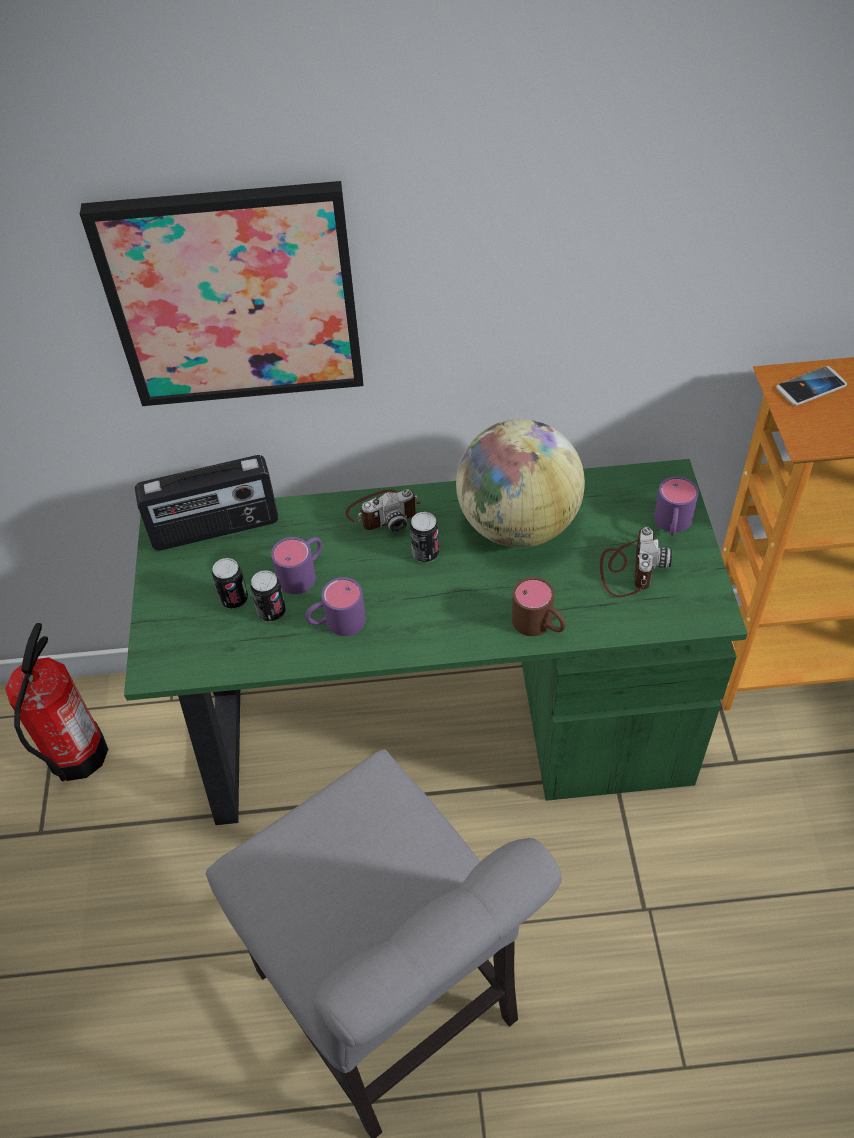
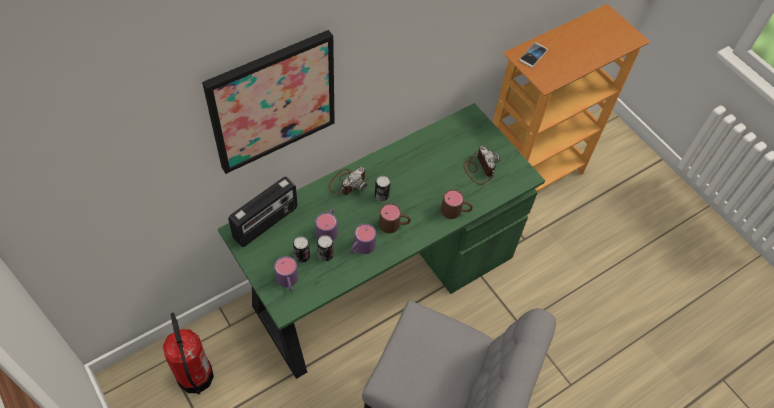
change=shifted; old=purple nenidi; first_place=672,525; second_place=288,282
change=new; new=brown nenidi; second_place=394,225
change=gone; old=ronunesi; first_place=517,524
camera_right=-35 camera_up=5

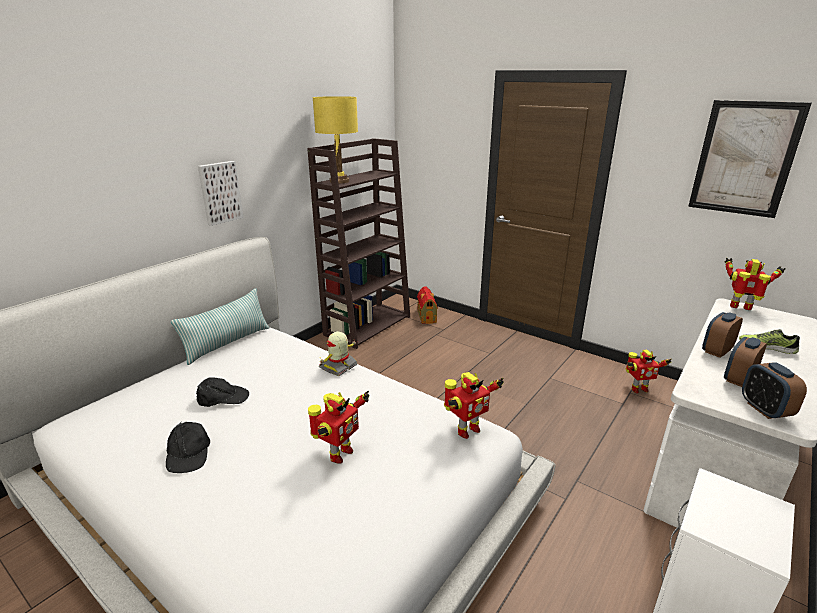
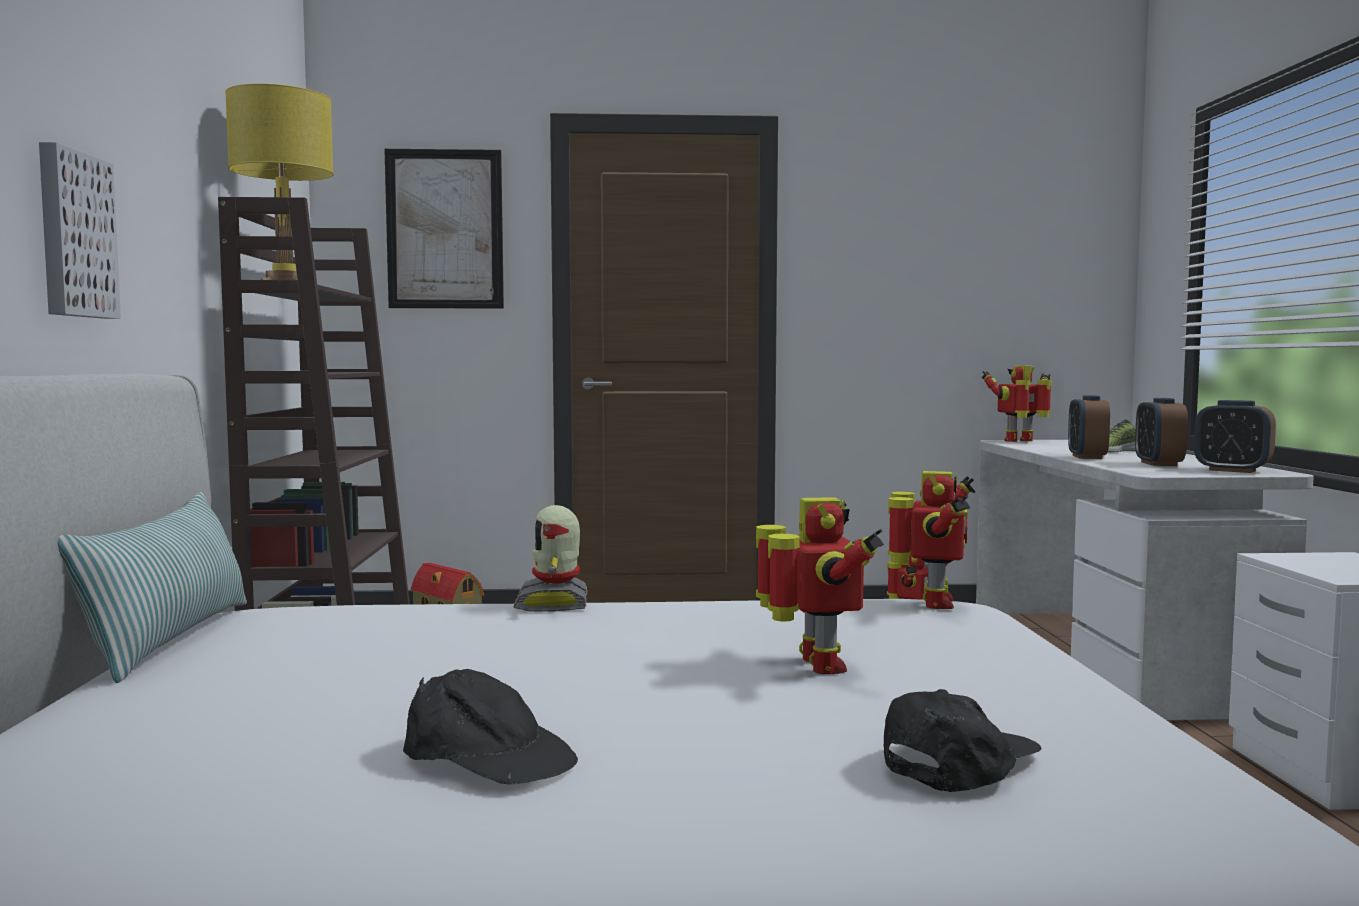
change=shifted; old=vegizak; first_place=744,159; second_place=445,229
change=shifted; old=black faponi; first_place=223,397; second_place=958,760
camera_right=-40 camera_up=-20

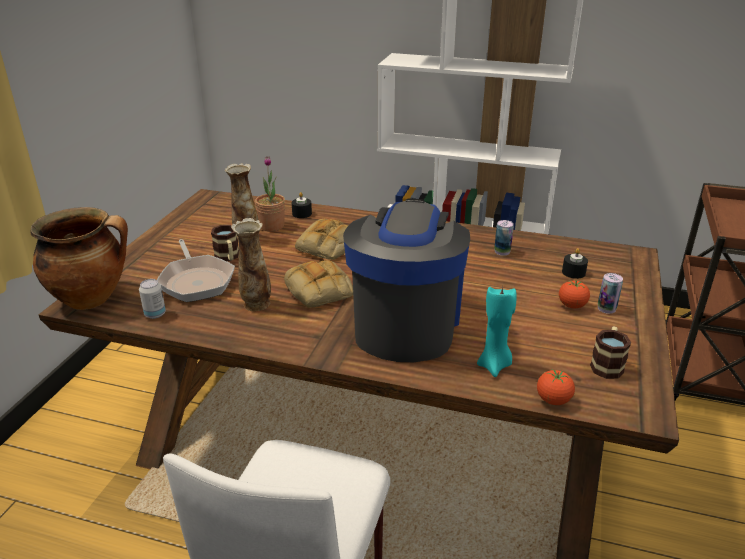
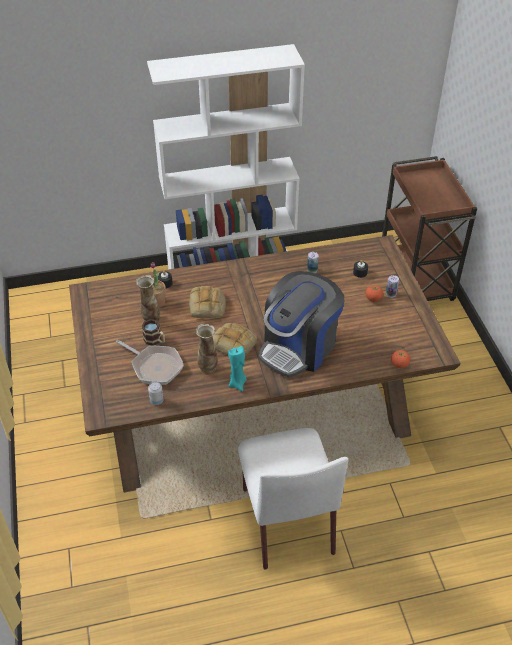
change=shifted; old=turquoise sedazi; first_place=494,365; second_place=238,383
change=rotated; old=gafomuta; first_place=406,323; second_place=299,347; degrees=-120
change=gone; old=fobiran; first_place=92,298
change=gone; old=nenidi; first_place=607,364
camera_right=-30 camera_up=15

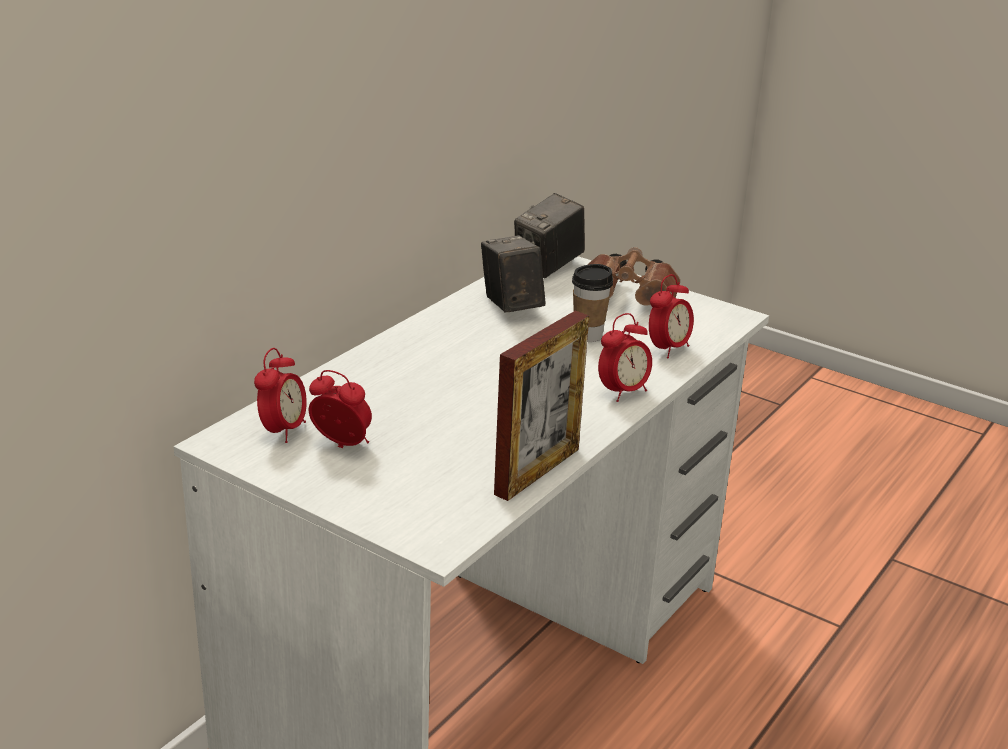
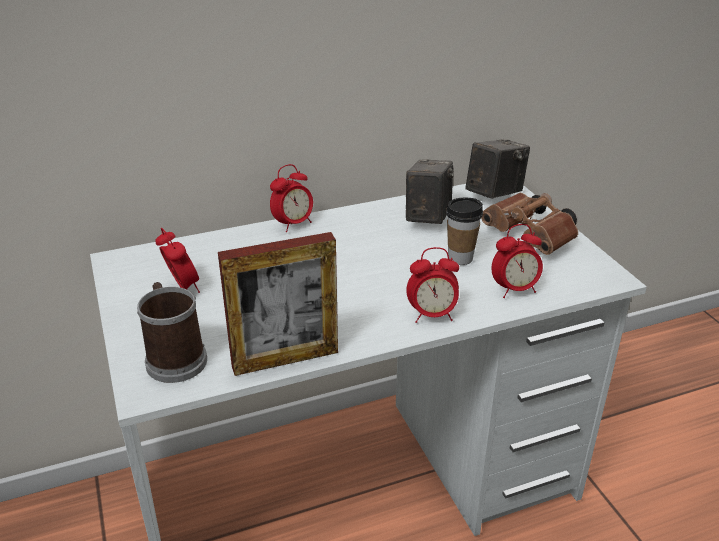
change=new; new=nenidi; second_place=174,357
change=shifted; old=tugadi; first_place=283,431; second_place=293,224
change=rotated; old=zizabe; first_place=548,267; second_place=494,193; degrees=150
camera_right=35 camera_up=5

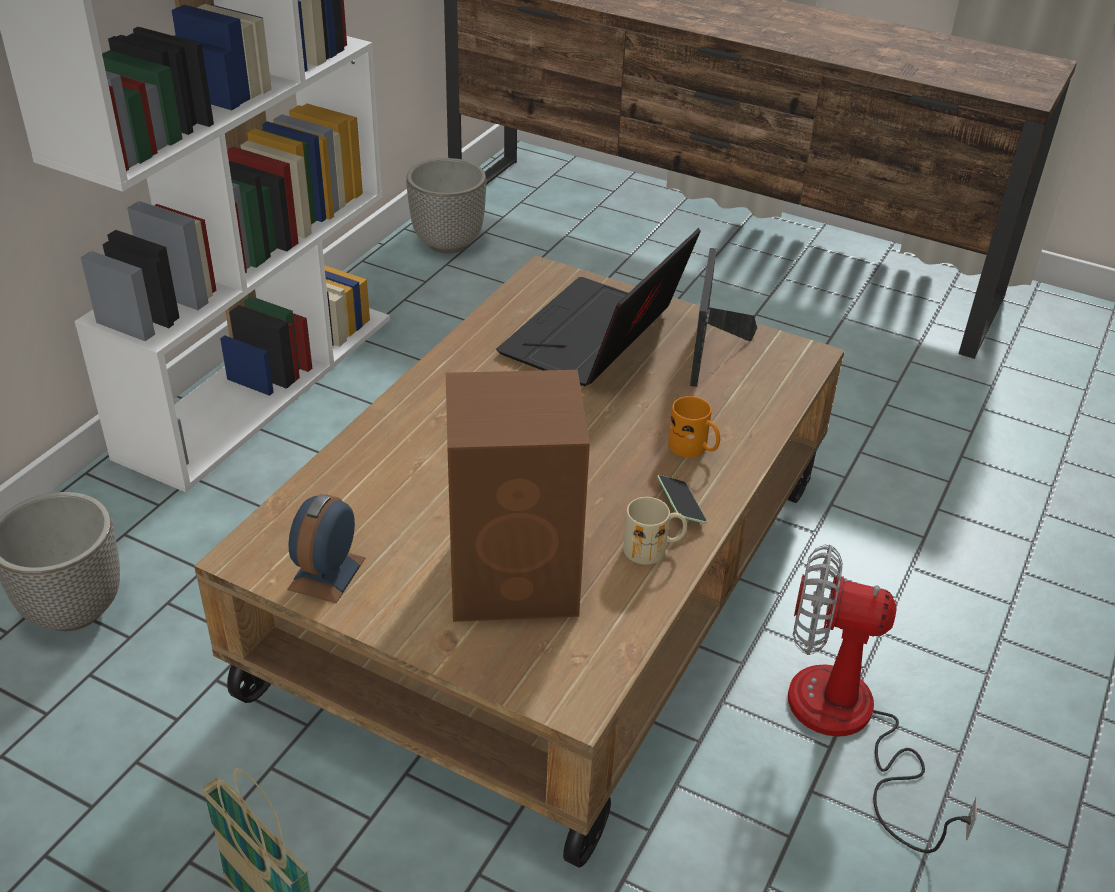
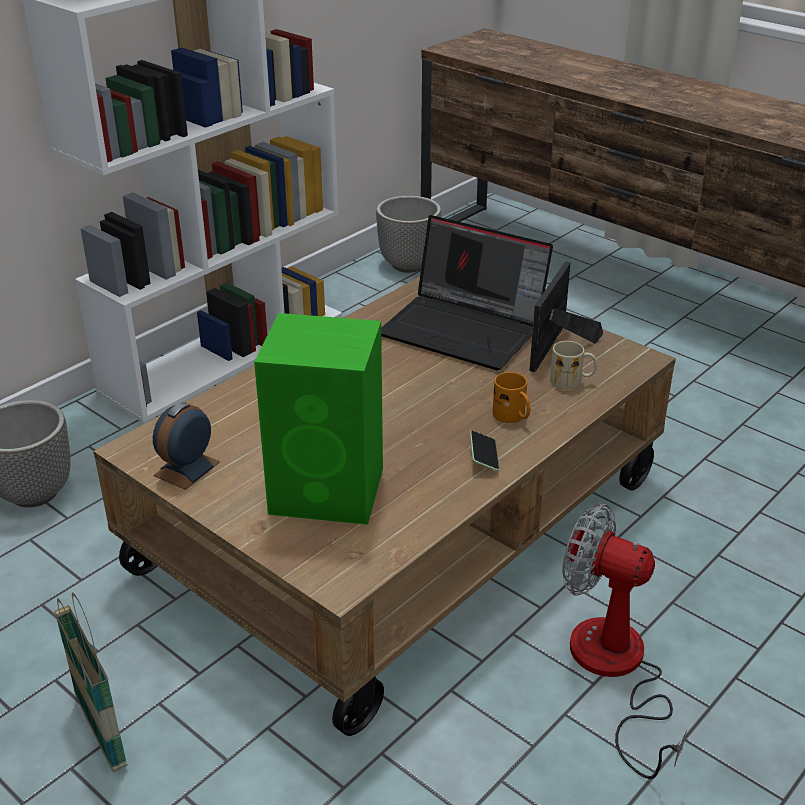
change=repainted; old=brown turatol; new=green turatol; first_place=517,578; second_place=330,491
change=rotated; old=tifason; first_place=595,339; second_place=465,329; degrees=-105
change=shifted; old=beige nenidi; first_place=653,549; second_place=572,381
camera_right=15 camera_up=-5

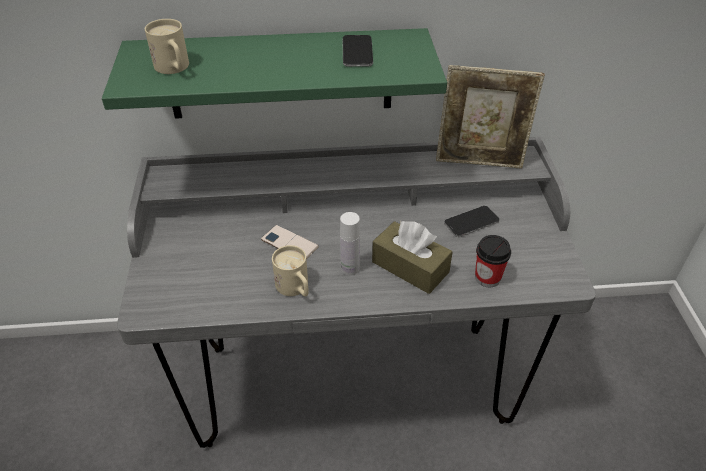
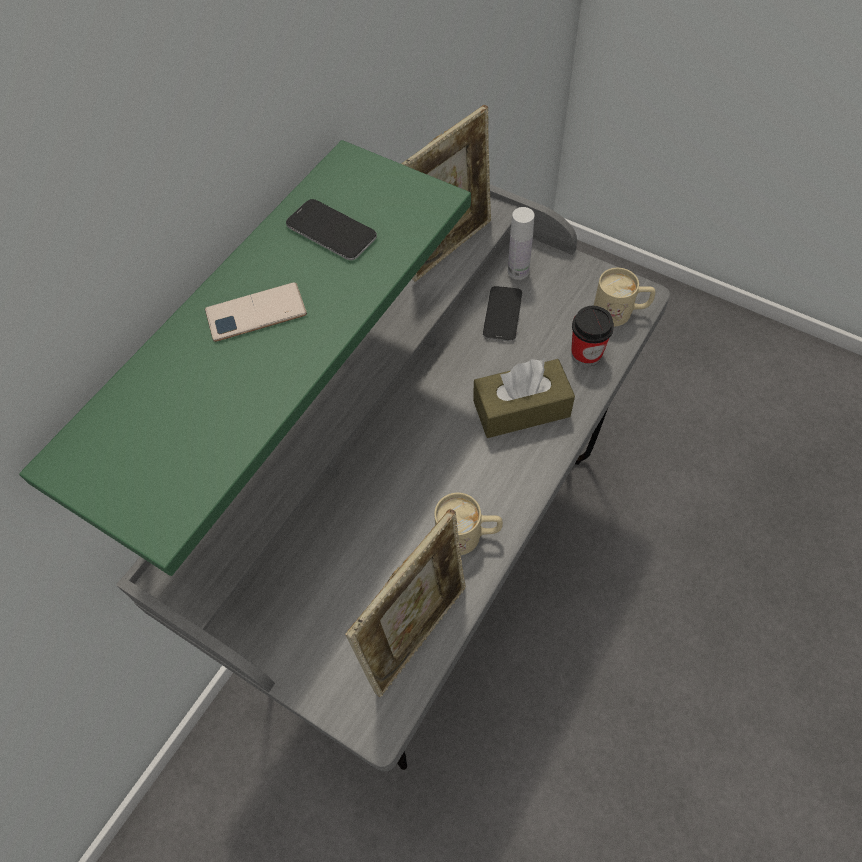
change=shifted; old=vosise; first_place=289,243; second_place=256,312
change=new; new=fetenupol; second_place=418,634
change=shifted; old=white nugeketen; first_place=350,268; second_place=518,271
change=shifted; old=beige nenidi; first_place=174,69; second_place=620,312
camera_right=-50 camera_up=15

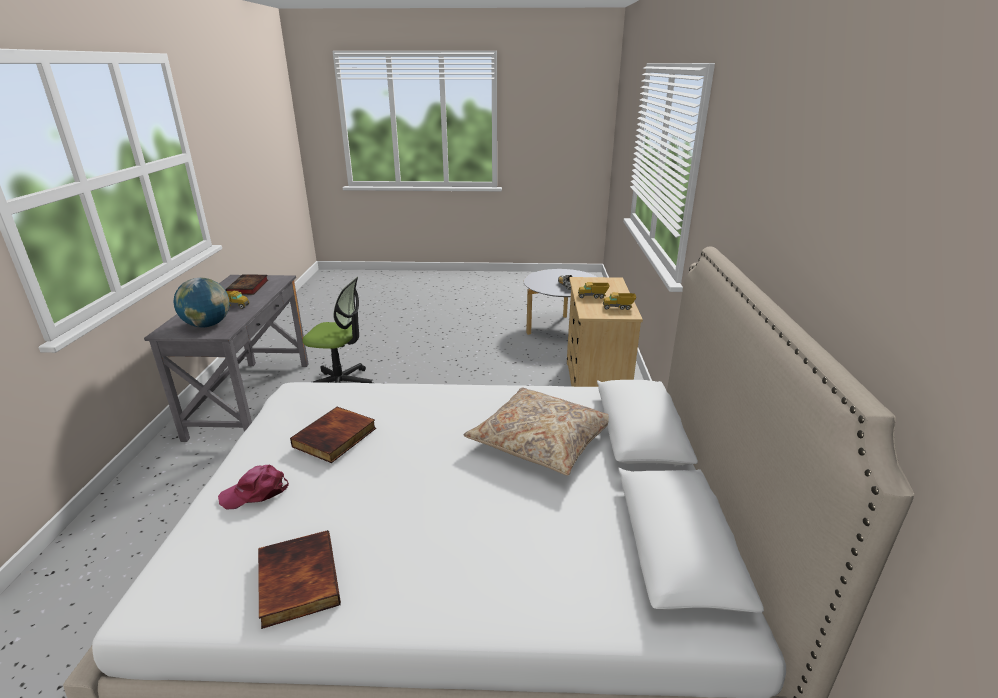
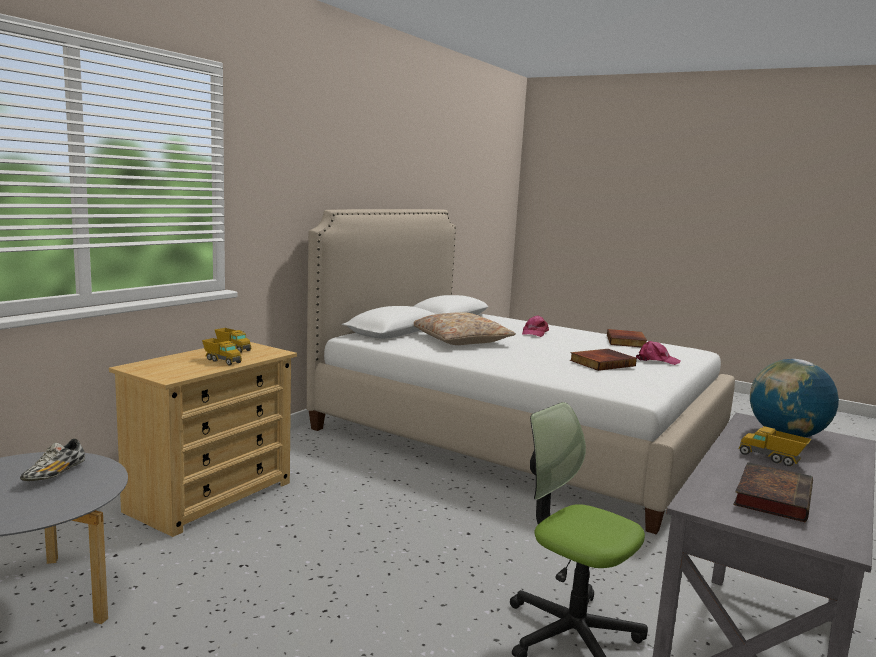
change=new; new=pink faponi; second_place=534,333
camera_right=-150 camera_up=-15

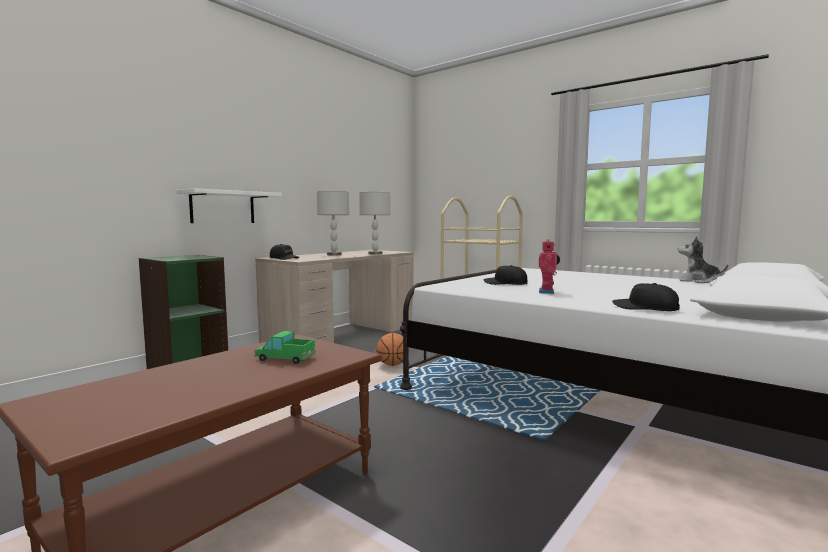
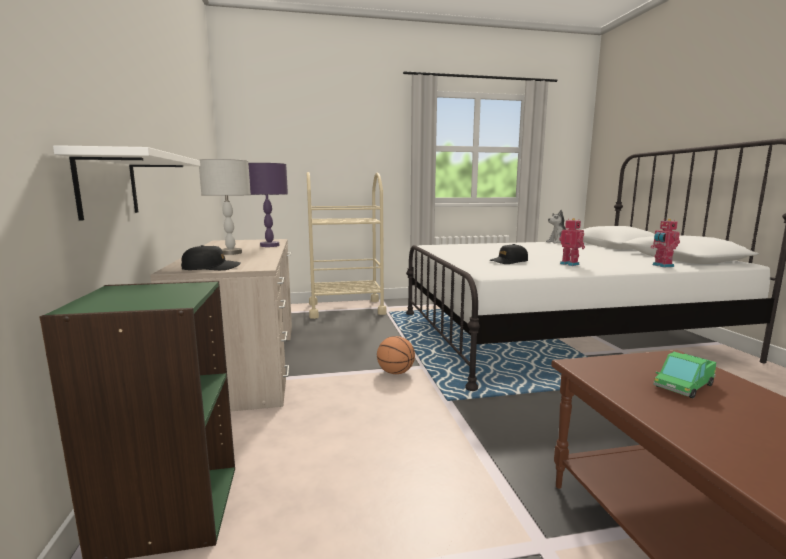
change=repainted; old=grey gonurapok; new=purple gonurapok; first_place=375,254; second_place=269,246
change=swapped; old=black faponi; new=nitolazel; first_place=645,308; second_place=662,266
camera_right=-50 camera_up=5

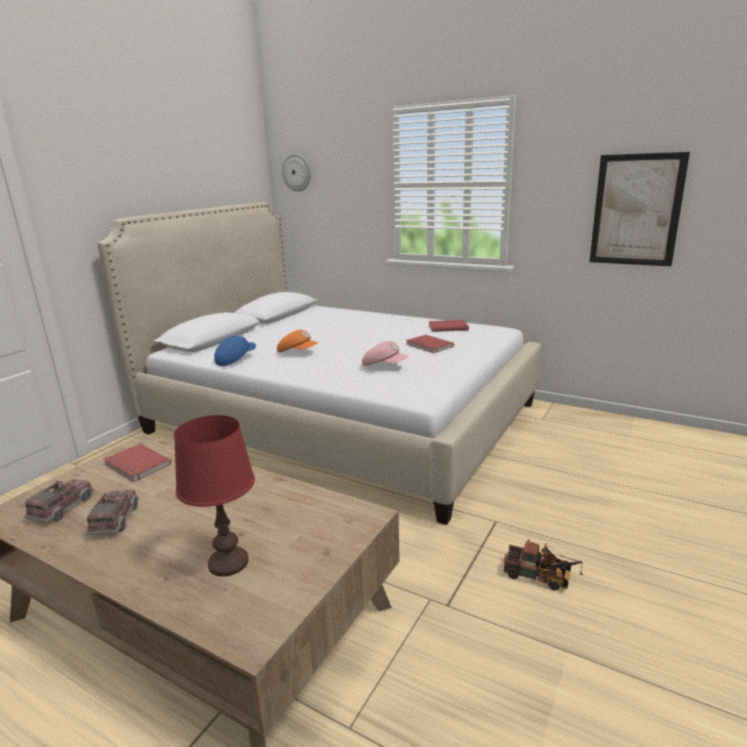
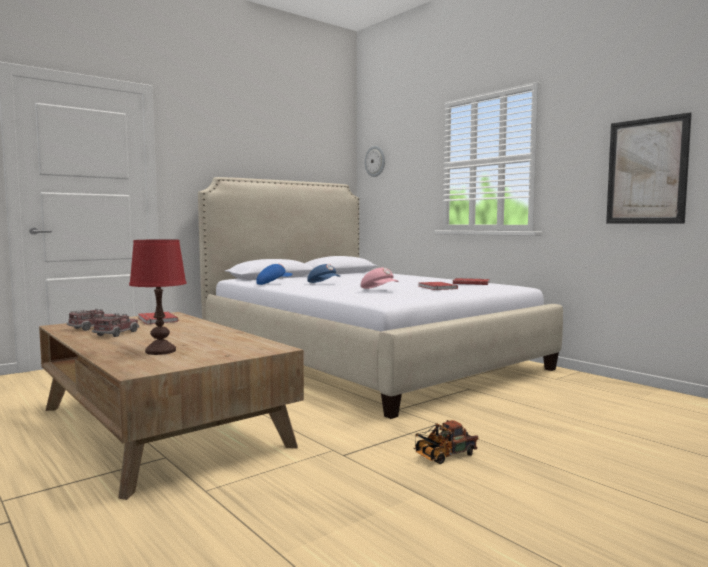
change=repainted; old=orange faponi; new=blue faponi; first_place=298,352; second_place=324,283
change=rotated; old=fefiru; first_place=541,577; second_place=442,456; degrees=105
camera_right=20 camera_up=-15

